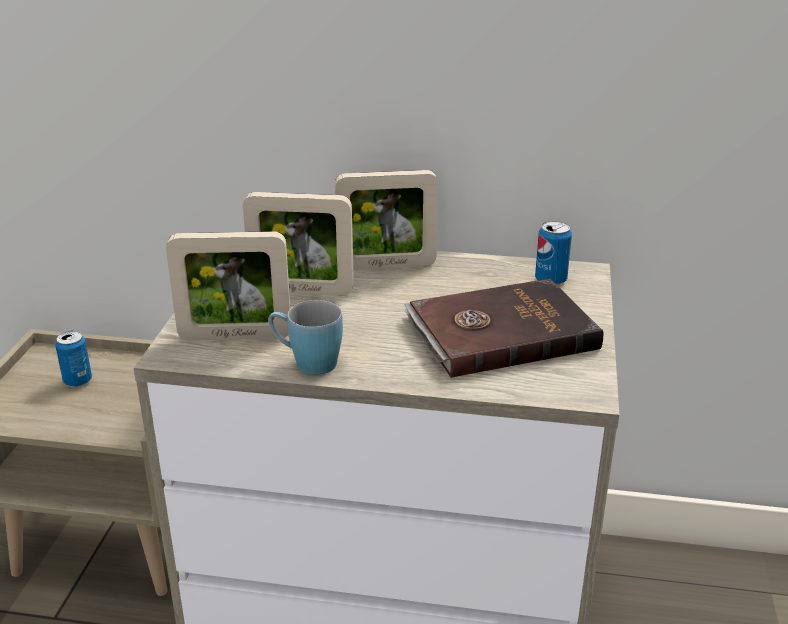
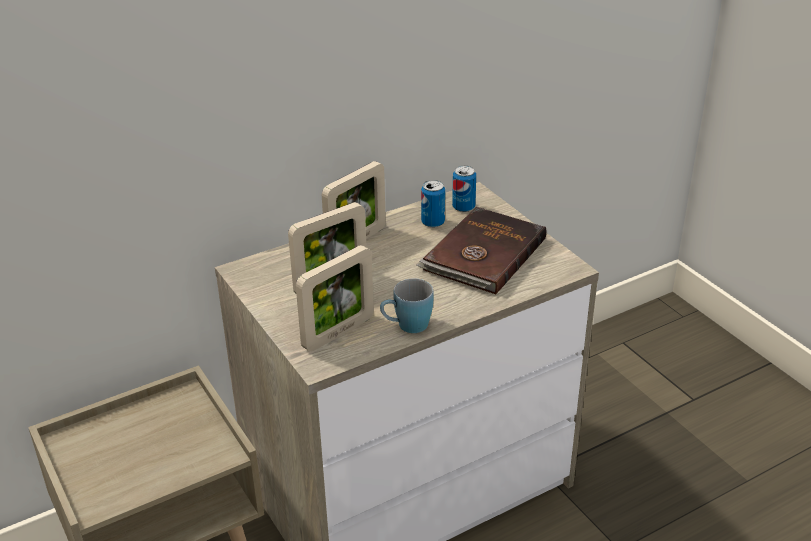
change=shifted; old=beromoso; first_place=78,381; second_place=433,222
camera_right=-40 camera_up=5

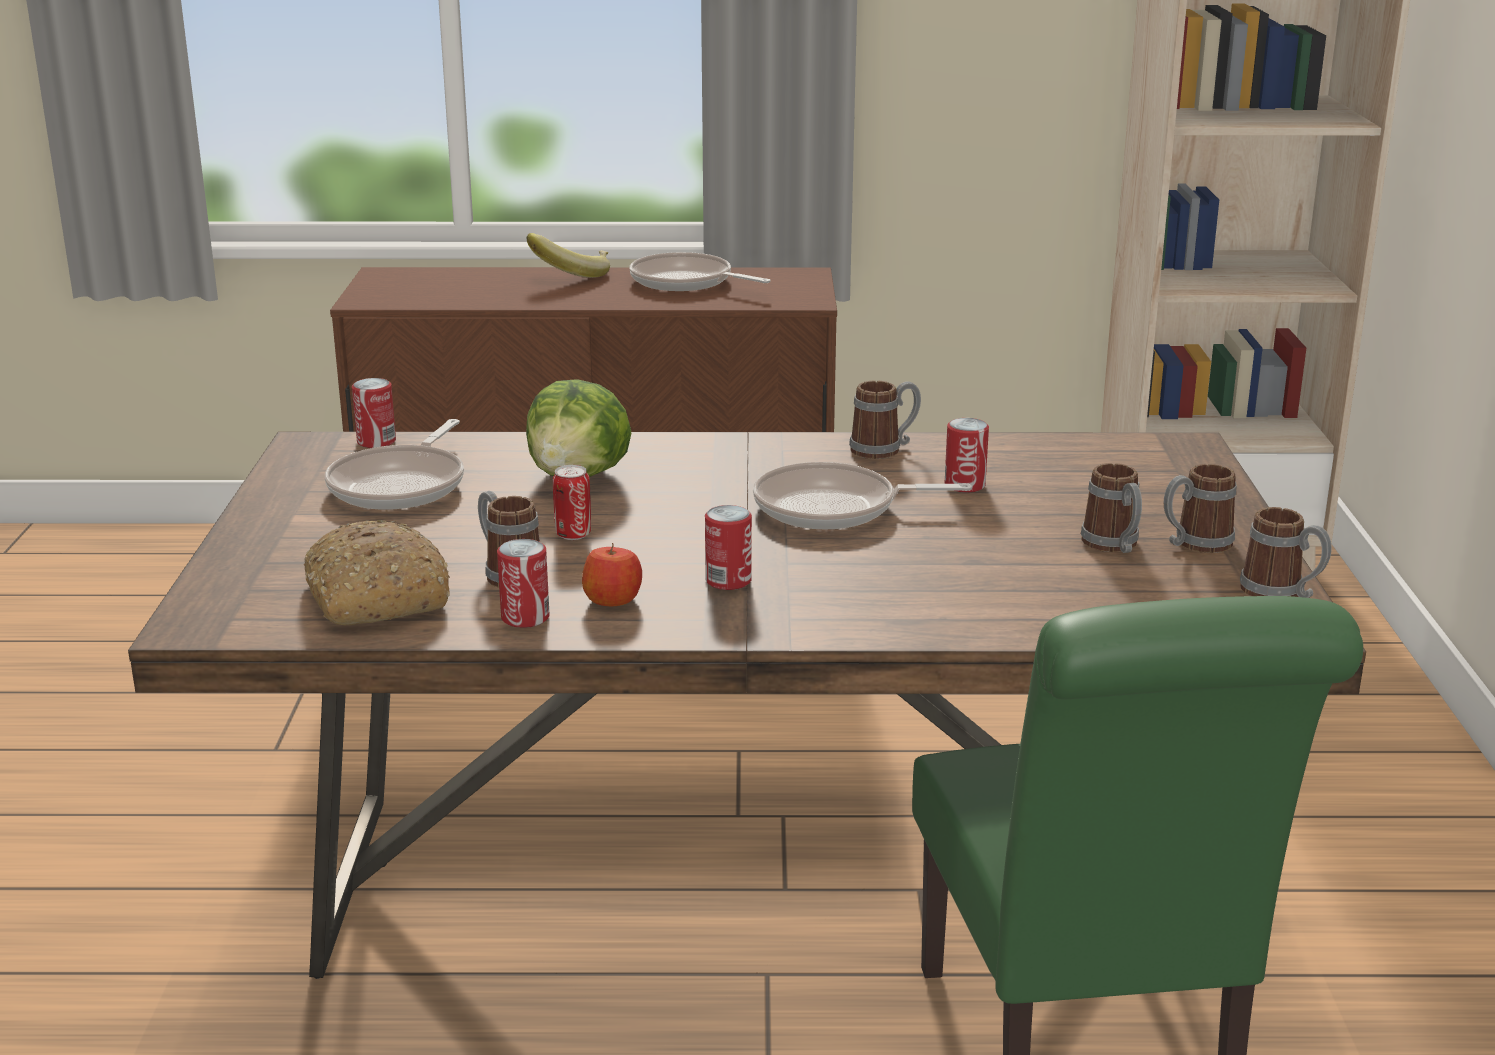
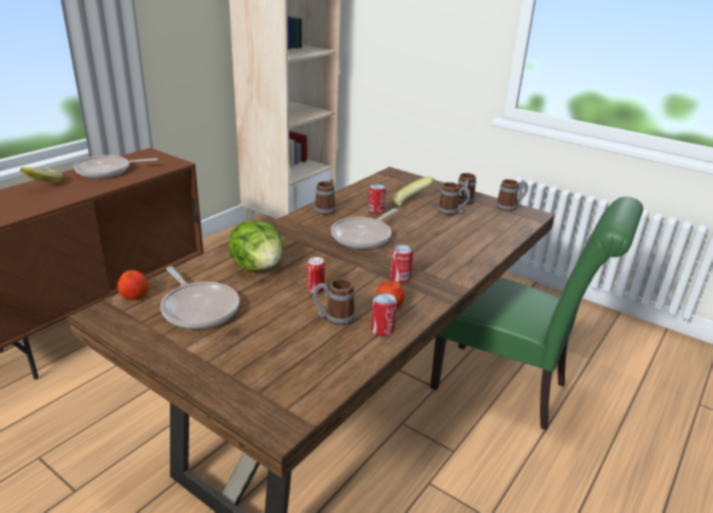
change=swapped; old=beromoso; new=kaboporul; first_place=376,441; second_place=134,296
change=new; new=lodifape; second_place=412,204
change=gone; old=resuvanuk; first_place=374,597
camera_right=-55 camera_up=5

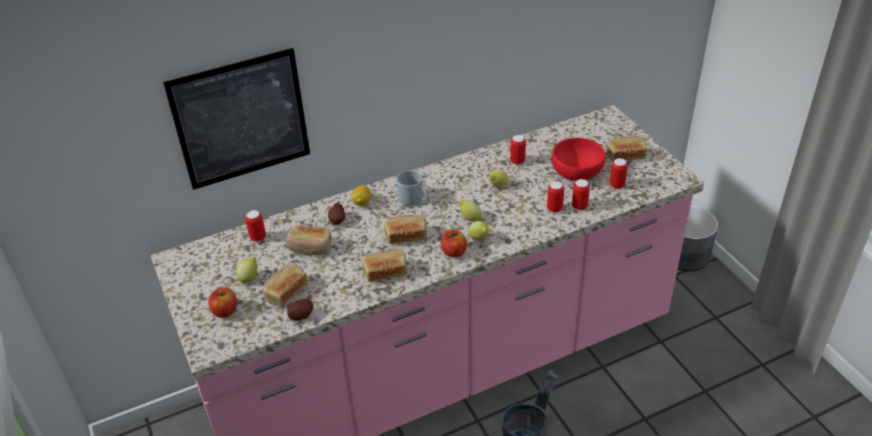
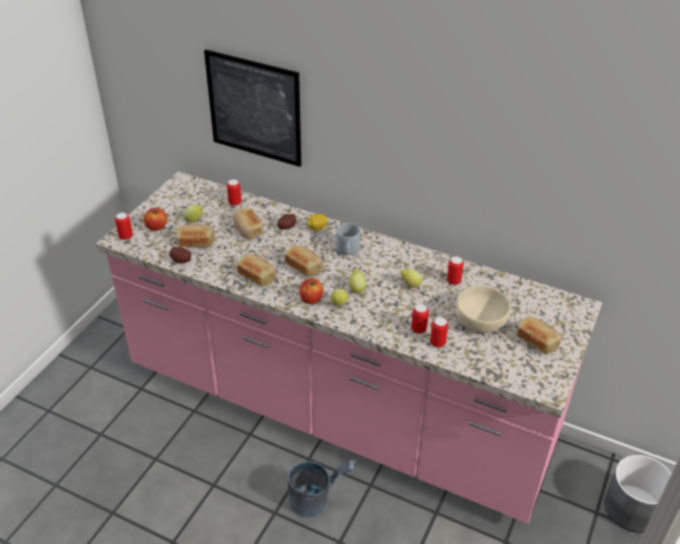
change=shifted; old=beromoso; first_place=617,185; second_place=126,237
change=repainted; old=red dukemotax; new=beige dukemotax; first_place=577,171; second_place=481,321
camera_right=50 camera_up=0

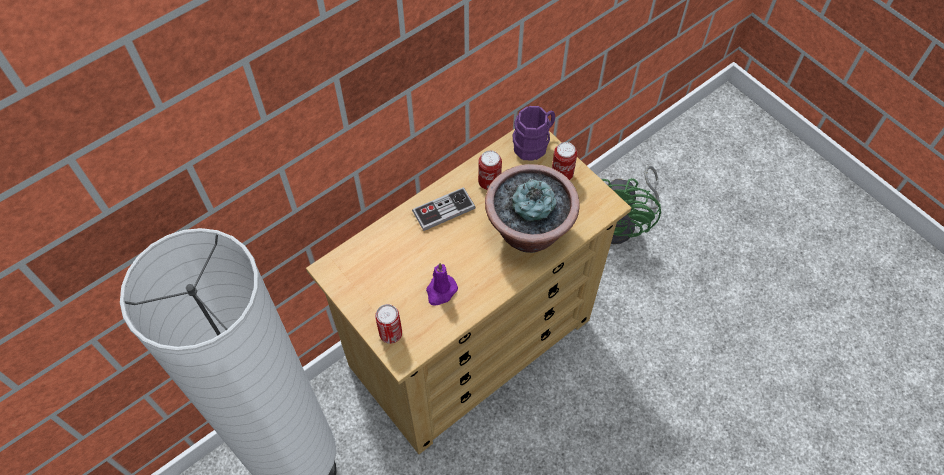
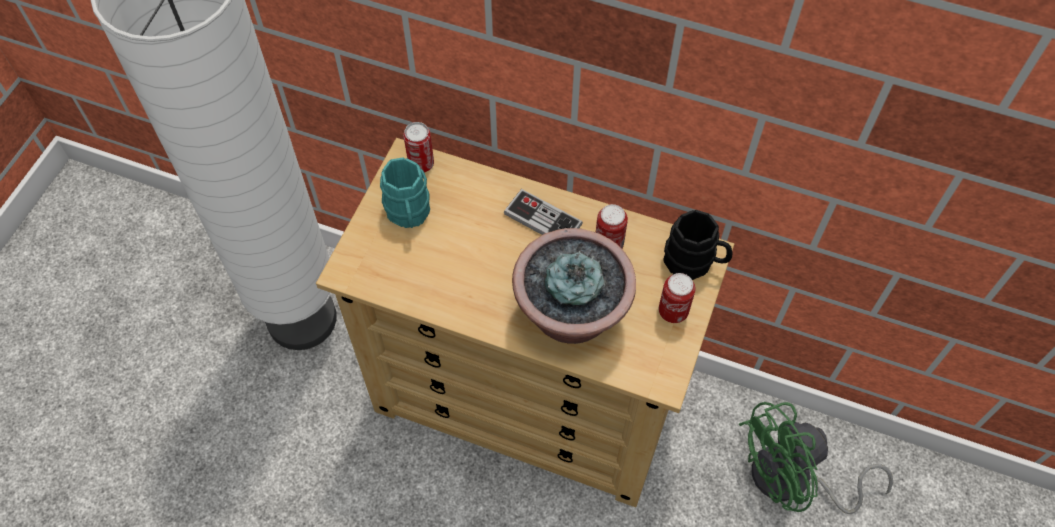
change=new; new=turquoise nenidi; second_place=408,215
change=shifted; old=beromoso; first_place=391,334; second_place=421,164
change=repainted; old=purple nenidi; new=black nenidi; first_place=534,144; second_place=694,263
change=gone; old=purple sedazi; first_place=440,291
camera_right=60 camera_up=0

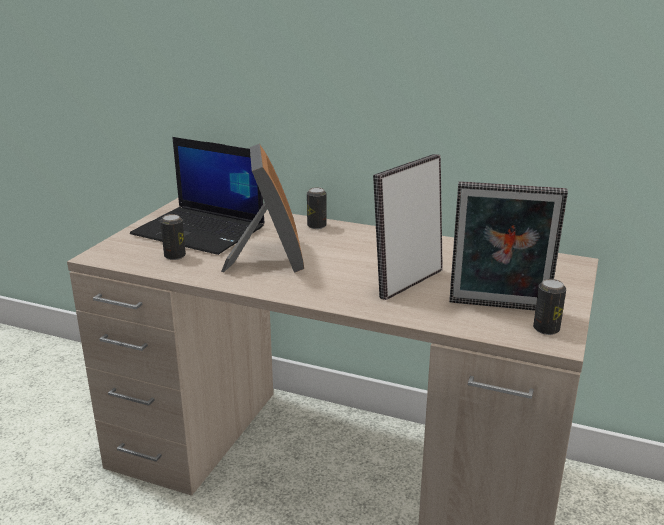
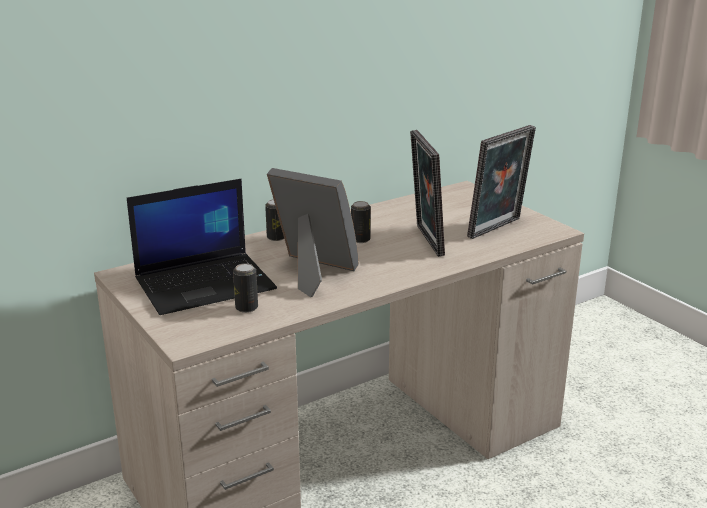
change=shifted; old=beromoso; first_place=546,329; second_place=360,239
camera_right=-55 camera_up=0

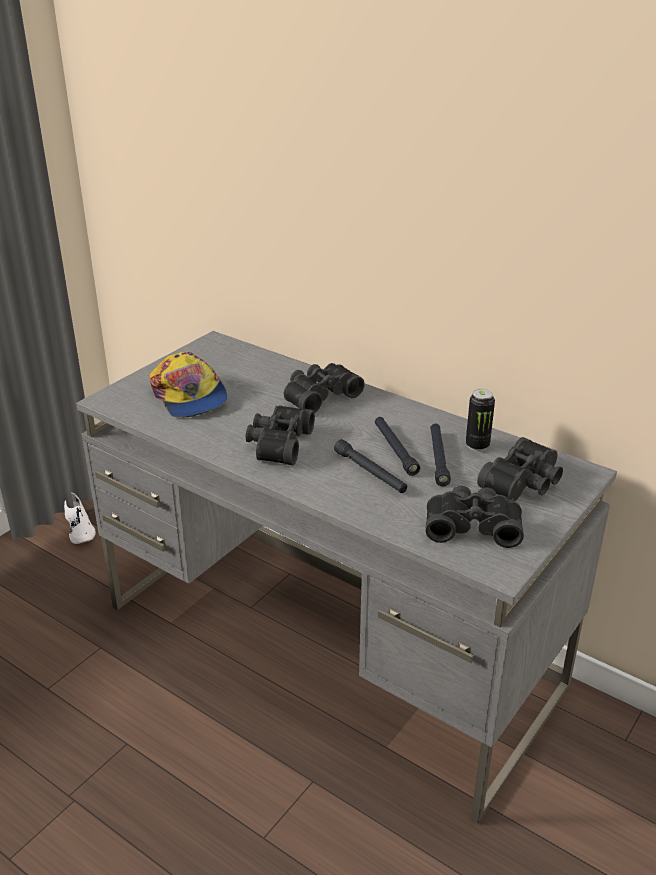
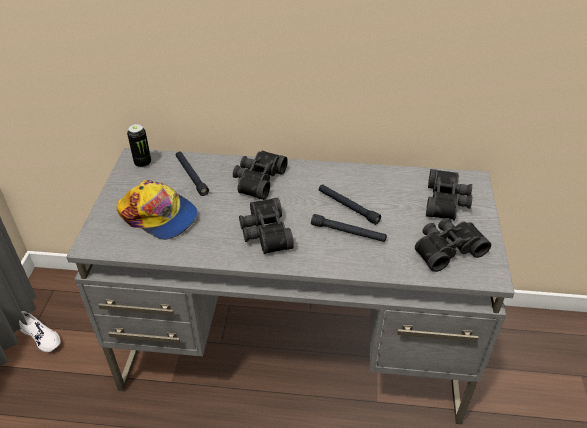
change=shifted; old=beromoso; first_place=477,445; second_place=143,163
change=shifted; old=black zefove; first_place=438,458; second_place=191,176
camera_right=-30 camera_up=10

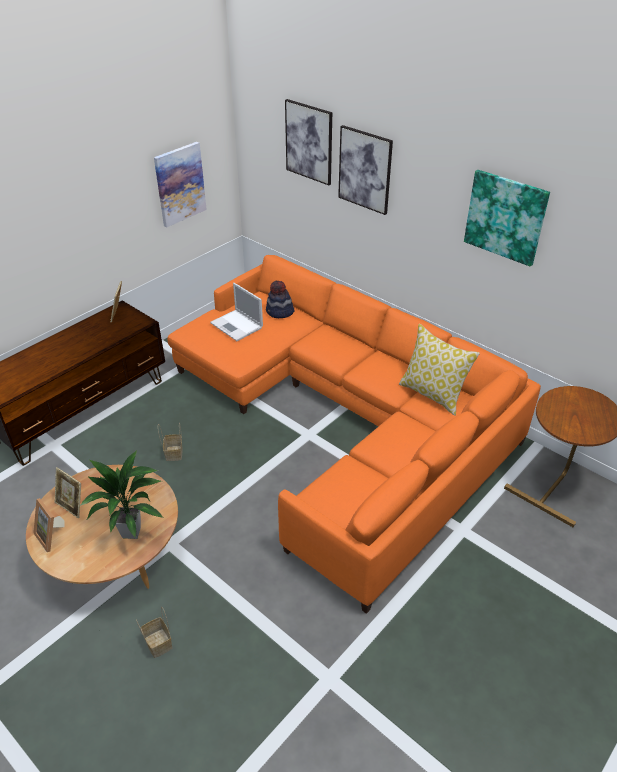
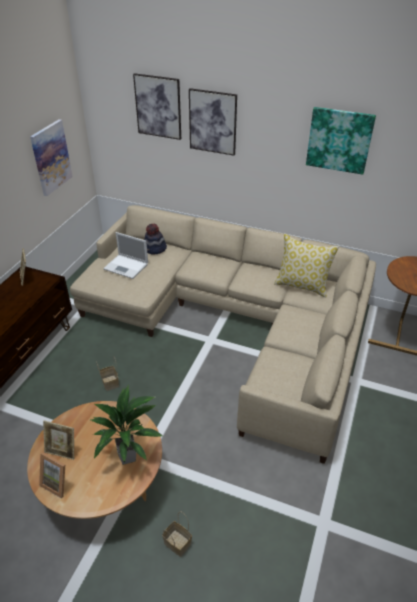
change=repainted; old=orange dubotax; new=beige dubotax; first_place=345,420; second_place=232,322
camera_right=-20 camera_up=0

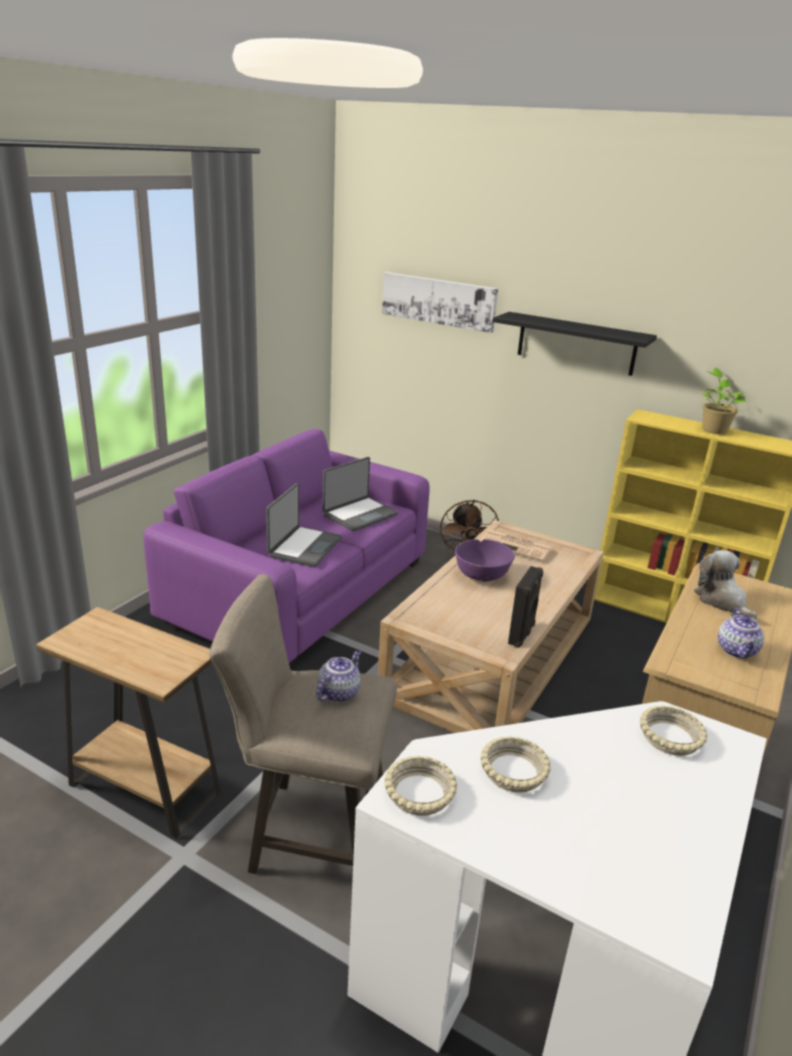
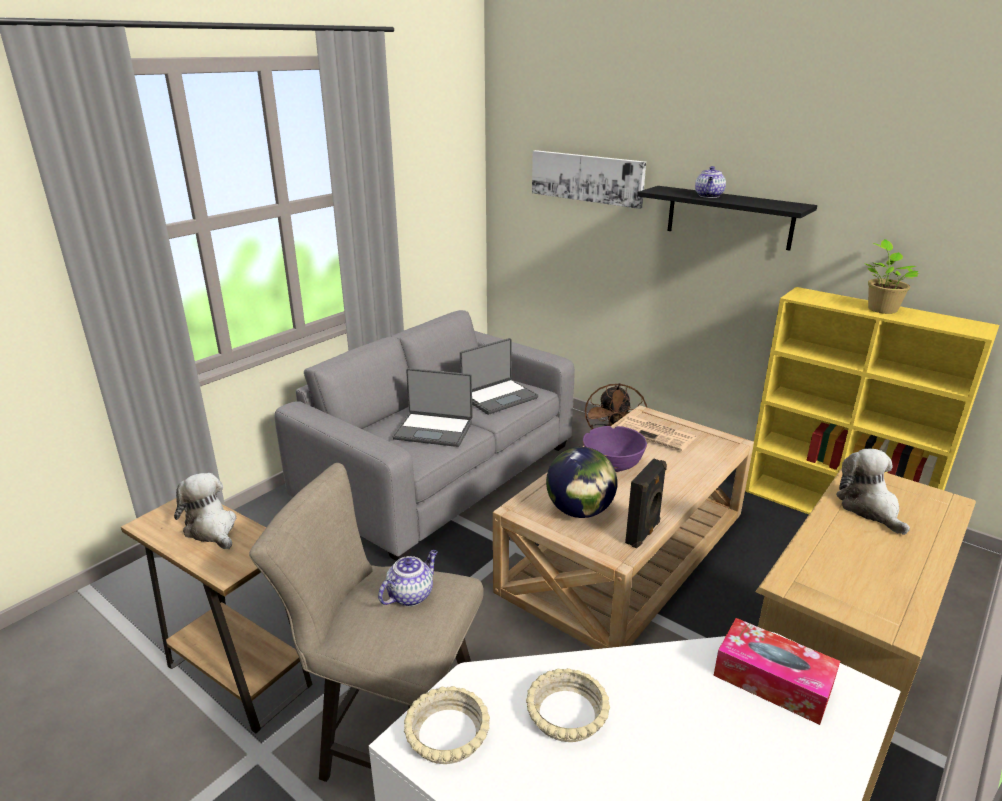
change=new; new=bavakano; second_place=212,529
change=repainted; old=purple dubotax; new=grey dubotax; first_place=299,590; second_place=438,471
change=rotated; old=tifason; first_place=304,547; second_place=434,430; degrees=75
change=new; new=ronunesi; second_place=580,511
change=shifted; old=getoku; first_place=737,651; second_place=709,196
change=swapped; old=beige dukemotax; new=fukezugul; first_place=669,737; second_place=772,681
camera_right=10 camera_up=0

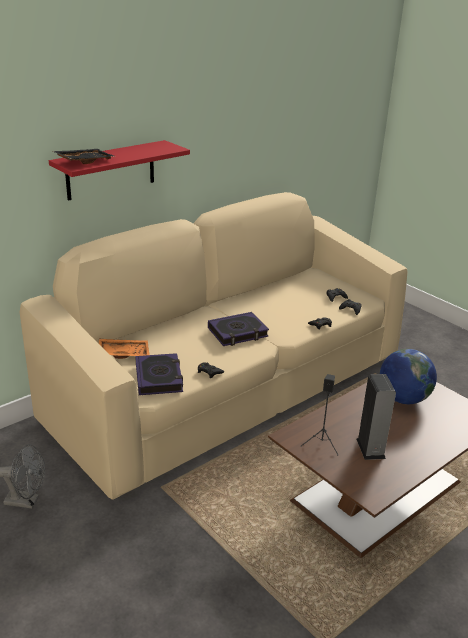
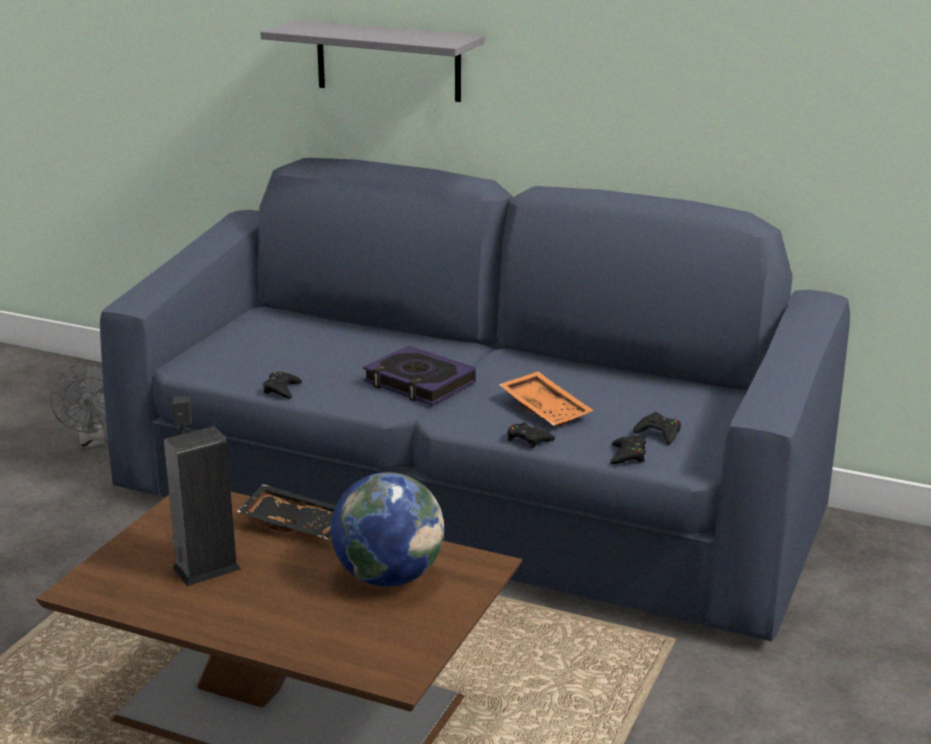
change=repainted; old=beige dubotax; new=blue dubotax; first_place=230,386; second_place=466,504
change=shifted; old=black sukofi; first_place=84,161; second_place=296,523
change=repainted; old=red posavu; new=grey posavu; first_place=111,170; second_place=388,61
change=shifted; old=orange sukofi; first_place=124,353; second_place=546,409
change=gone; old=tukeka; first_place=159,378
camera_right=65 camera_up=-5

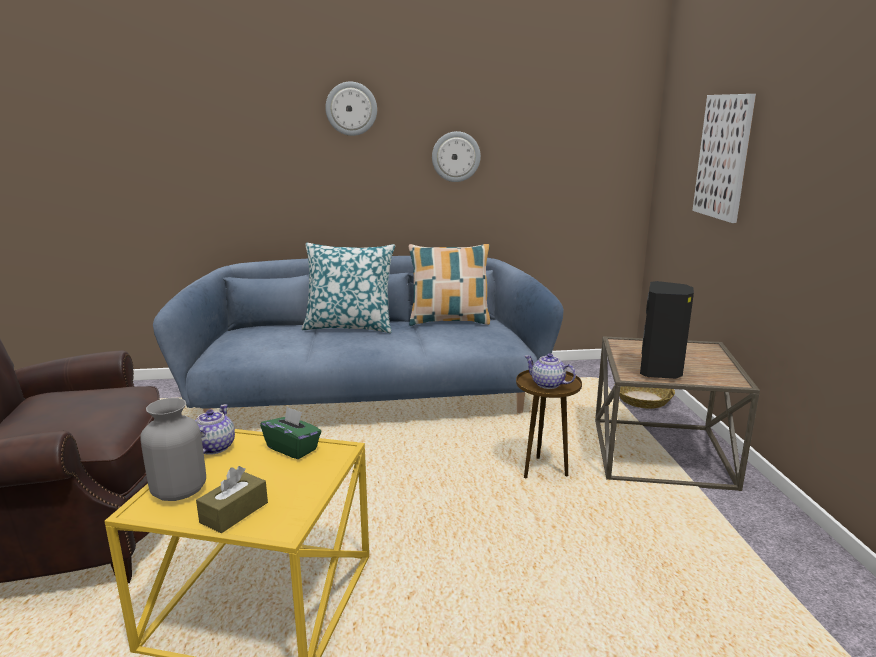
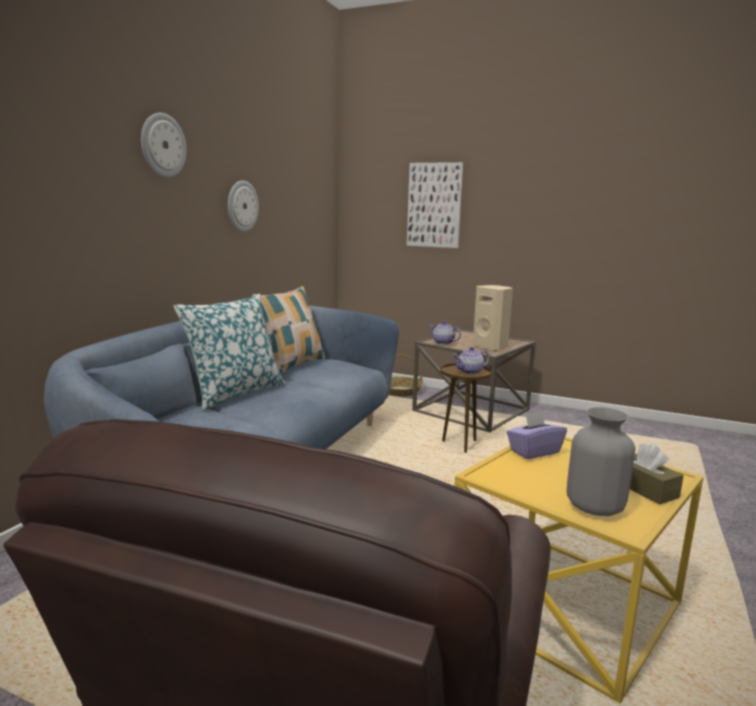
change=shifted; old=getoku; first_place=213,448; second_place=443,342
change=repainted; old=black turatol; new=beige turatol; first_place=661,371; second_place=491,347
change=repainted; old=green fukezugul; new=purple fukezugul; first_place=293,448; second_place=534,451
camera_right=-60 camera_up=-5

